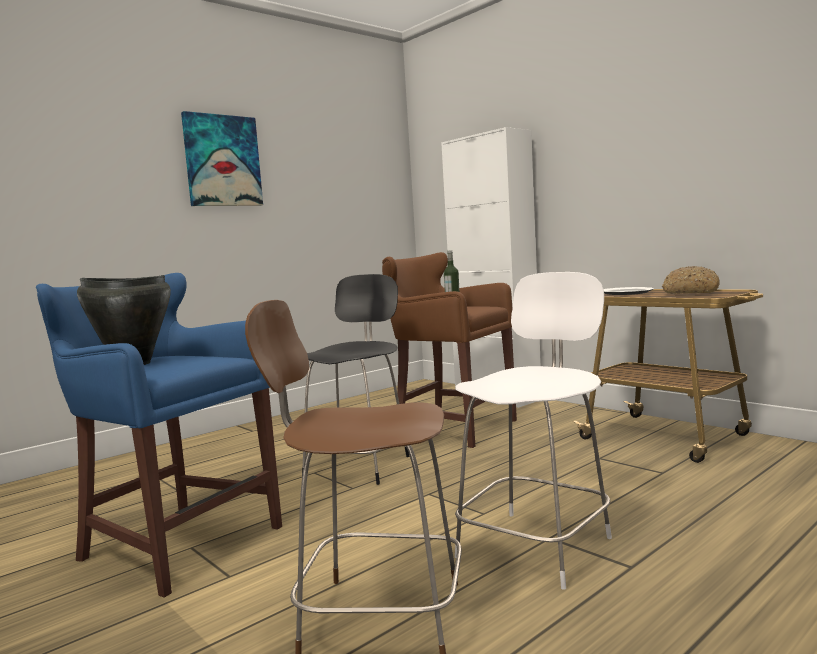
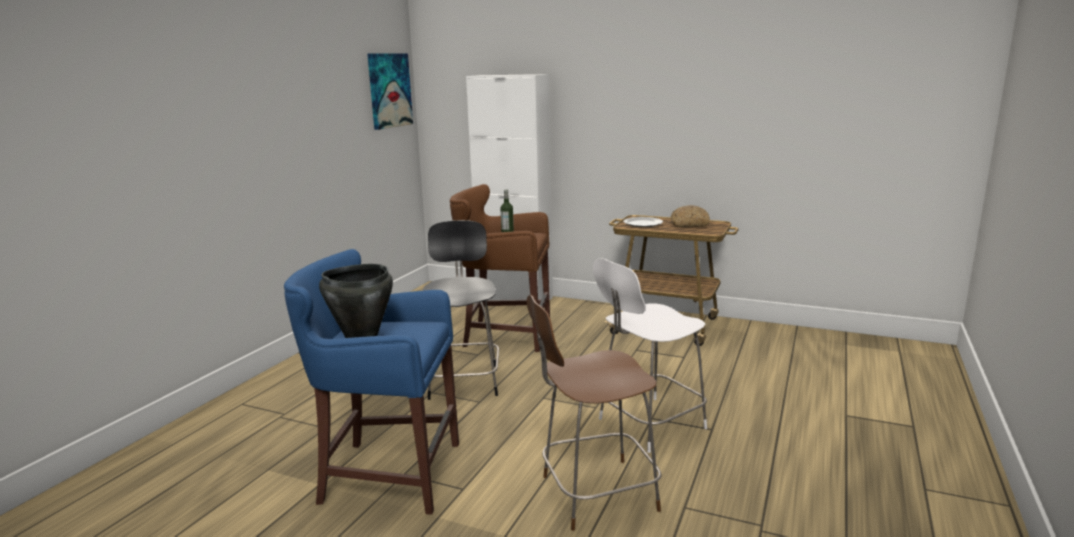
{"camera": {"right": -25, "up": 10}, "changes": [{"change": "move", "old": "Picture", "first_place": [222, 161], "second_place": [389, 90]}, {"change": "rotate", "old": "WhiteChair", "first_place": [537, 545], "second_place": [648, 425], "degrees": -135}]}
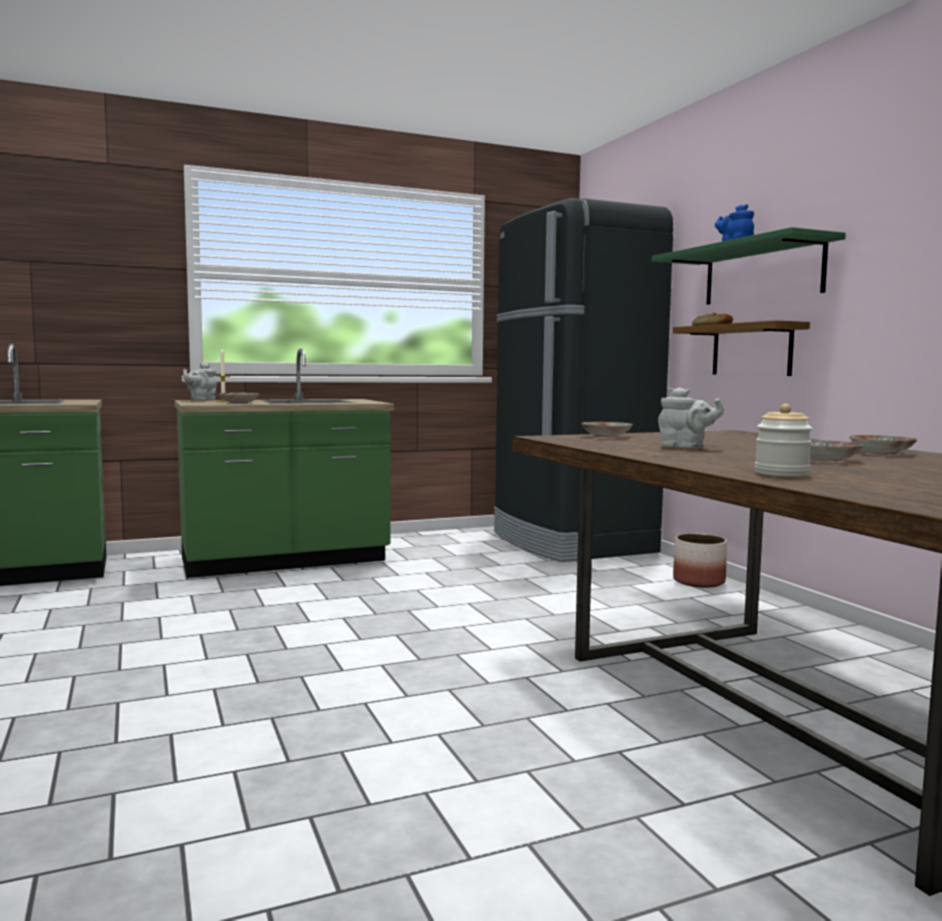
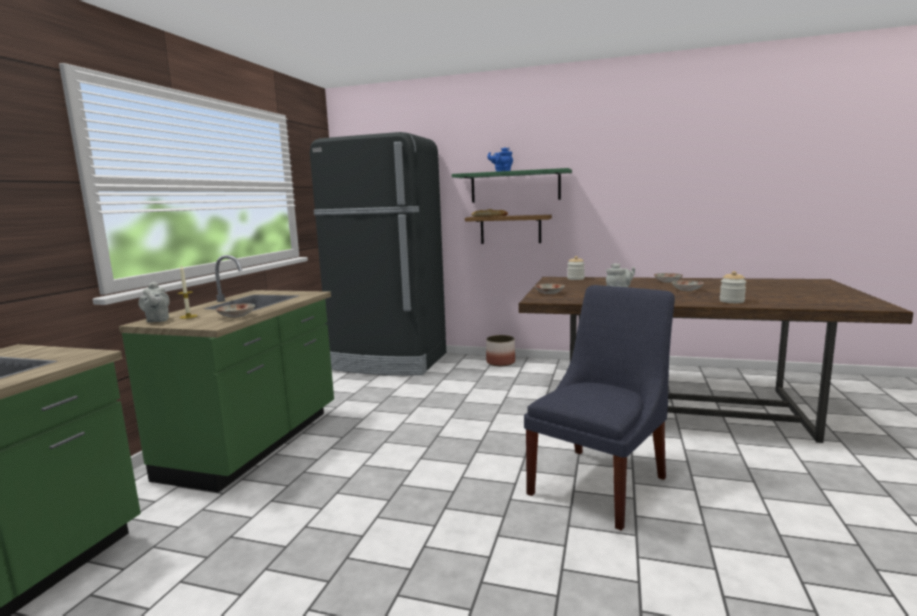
{"camera": {"right": -50, "up": 5}, "changes": [{"change": "insert", "new": "Jar", "second_place": [575, 279]}, {"change": "insert", "new": "BlueChair", "second_place": [601, 482]}]}
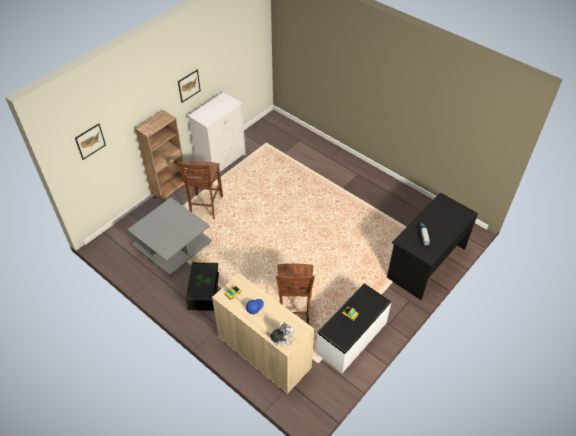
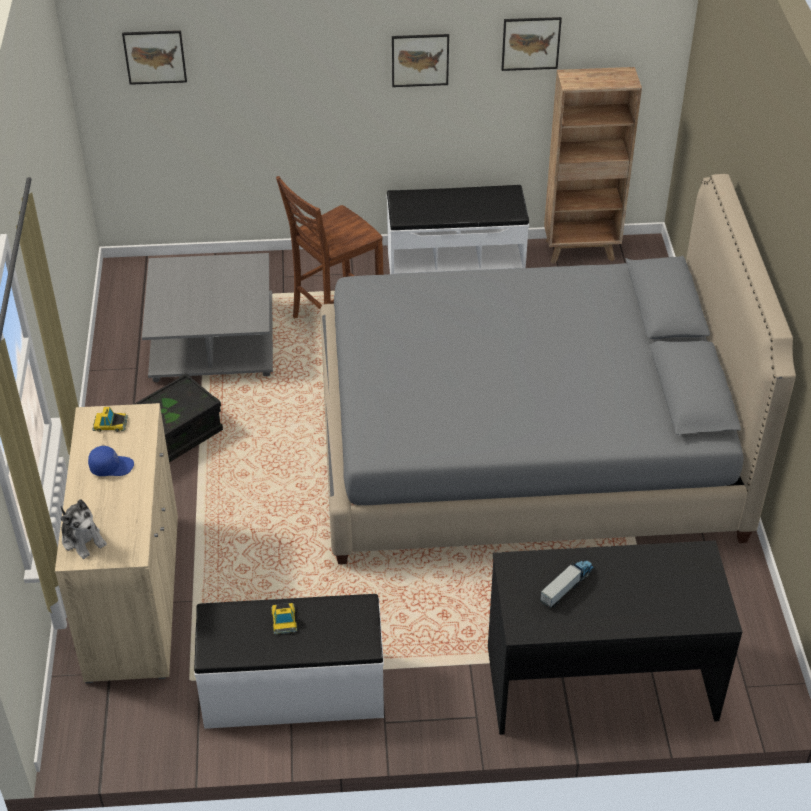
{"camera": {"right": 45, "up": -5}, "changes": [{"change": "replace", "old": "WhiteDresser", "new": "WhiteBench", "first_place": [221, 161], "second_place": [455, 263]}, {"change": "move", "old": "BrownBookcase", "first_place": [170, 193], "second_place": [581, 250]}, {"change": "delete", "old": "BrownChair", "first_place": [294, 312]}, {"change": "insert", "new": "Picture", "second_place": [531, 43]}, {"change": "insert", "new": "GreyBed", "second_place": [525, 447]}]}
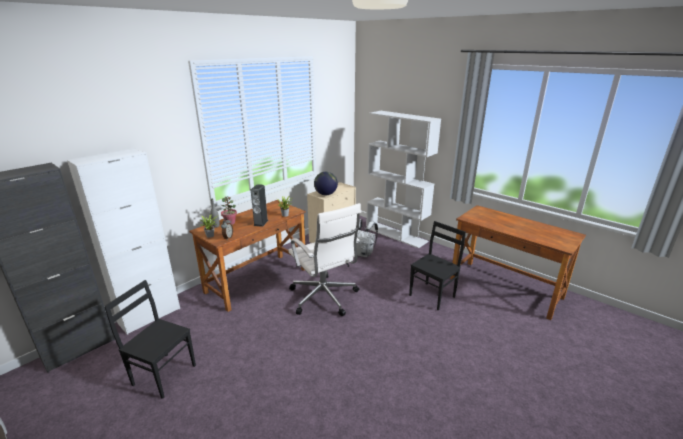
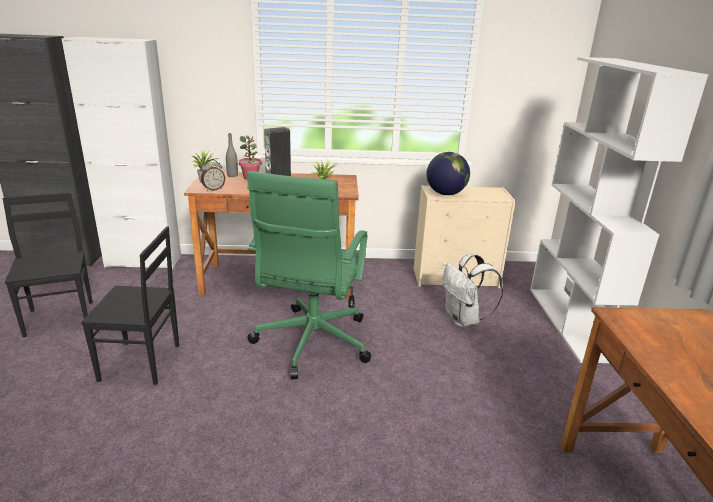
{"camera": {"right": 45, "up": 0}, "changes": [{"change": "recolor", "old": "WhiteOfficeChair", "new": "GreenOfficeChair", "first_place": [324, 298], "second_place": [311, 343]}, {"change": "move", "old": "BlackChair", "first_place": [433, 296], "second_place": [141, 363]}]}
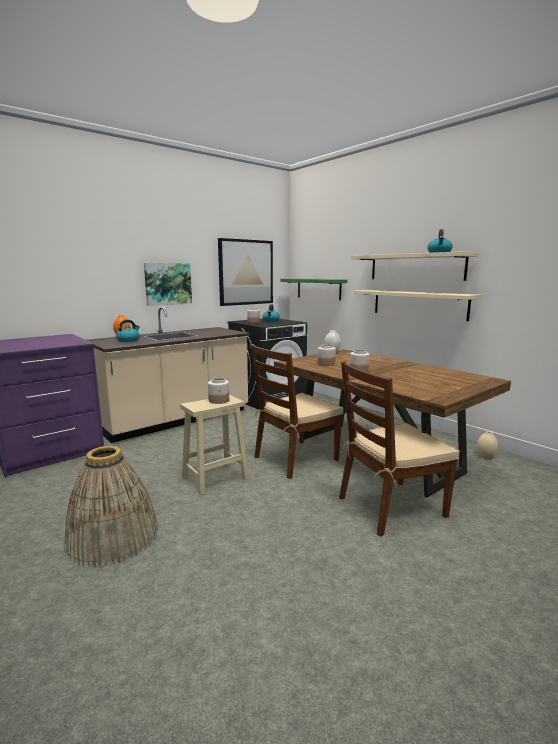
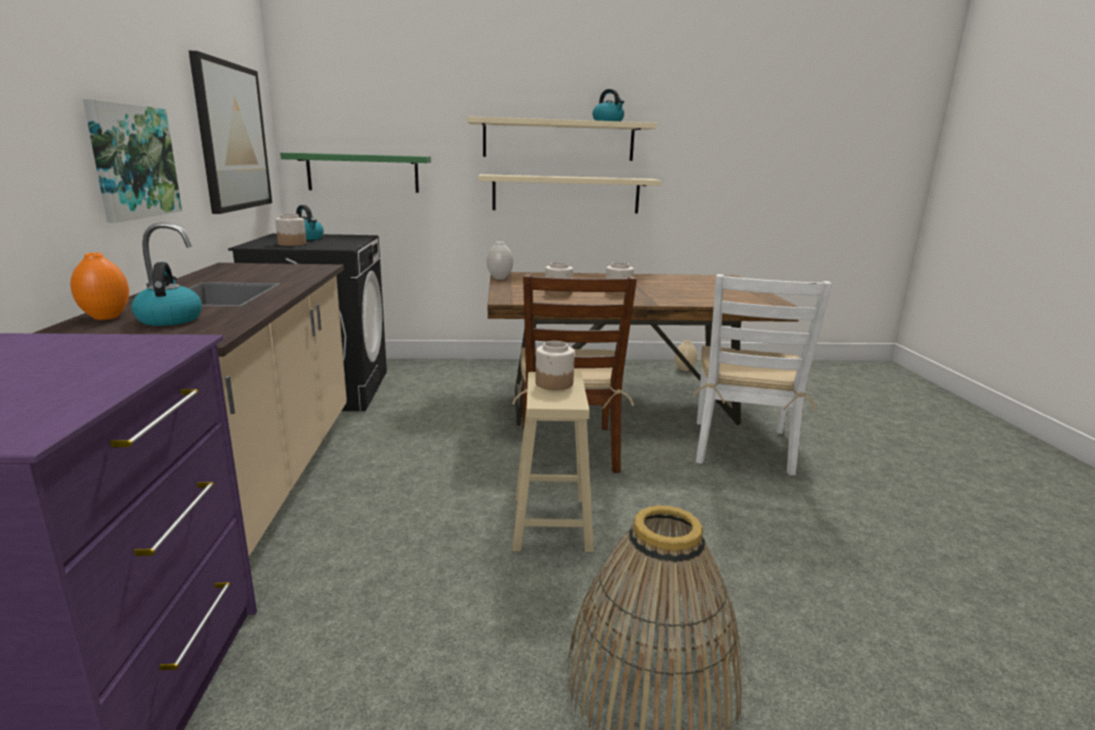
{"camera": {"right": -55, "up": 5}, "changes": [{"change": "recolor", "old": "BrownChair", "new": "WhiteChair", "first_place": [390, 507], "second_place": [741, 447]}]}
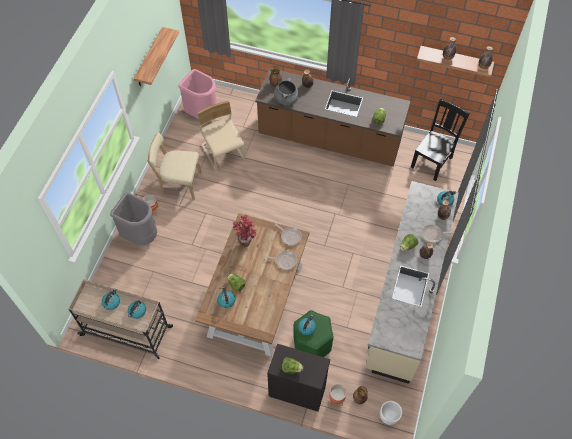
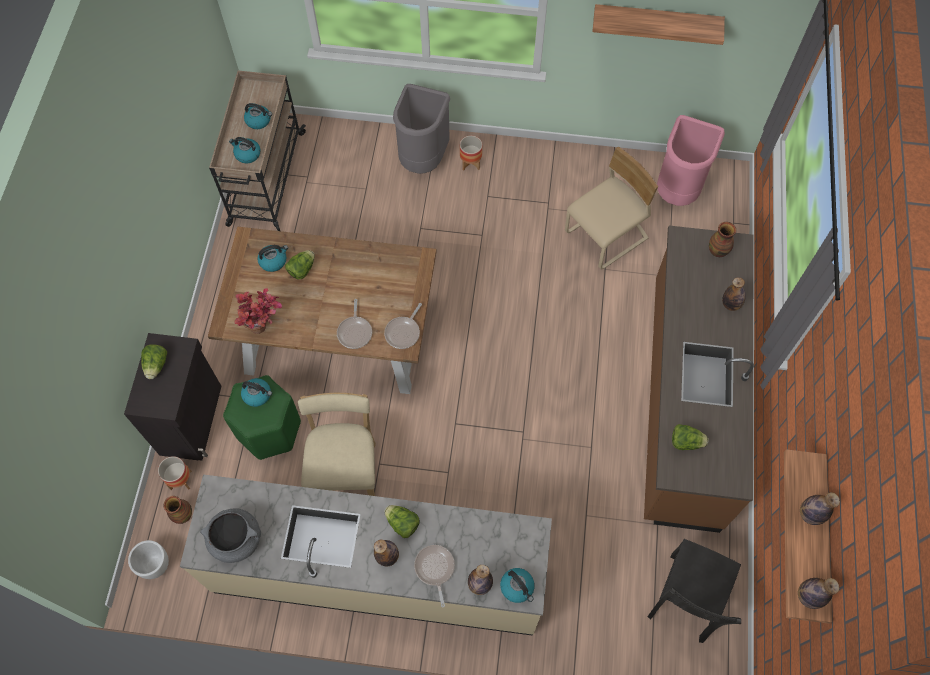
{"camera": {"right": 80, "up": 5}, "changes": [{"change": "move", "old": "GreyCookingPot", "first_place": [286, 99], "second_place": [236, 540]}, {"change": "rotate", "old": "BlackChair", "first_place": [432, 161], "second_place": [685, 600], "degrees": 90}, {"change": "move", "old": "BeigeChair", "first_place": [179, 183], "second_place": [346, 470]}, {"change": "move", "old": "PottedPlant", "first_place": [246, 240], "second_place": [264, 327]}]}
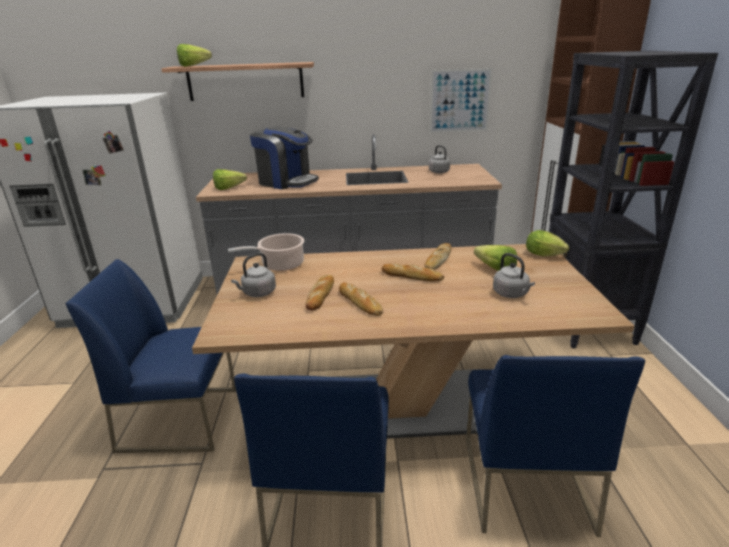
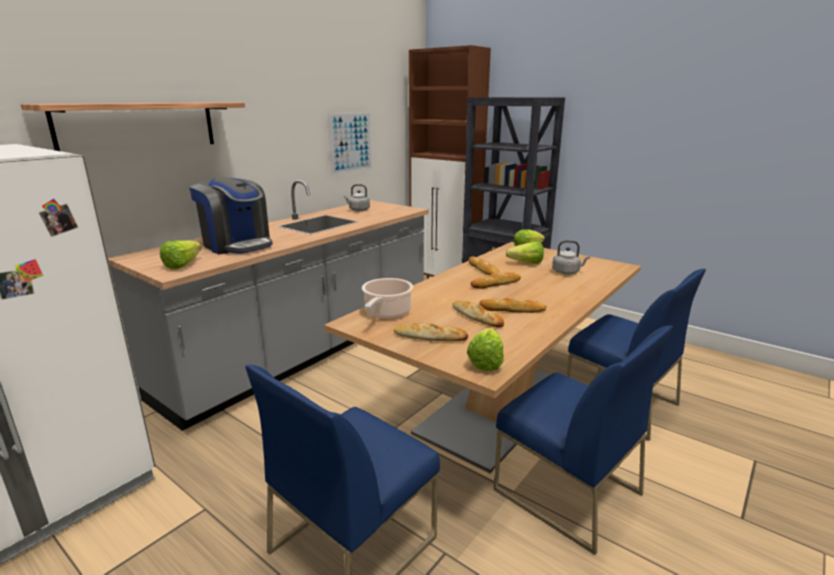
{"camera": {"right": -50, "up": -5}, "changes": [{"change": "move", "old": "Lettuce", "first_place": [196, 66], "second_place": [488, 360]}, {"change": "rotate", "old": "CoffeeMachine", "first_place": [286, 182], "second_place": [237, 245], "degrees": 60}, {"change": "replace", "old": "GreyKettle", "new": "Bread", "first_place": [257, 293], "second_place": [430, 337]}]}
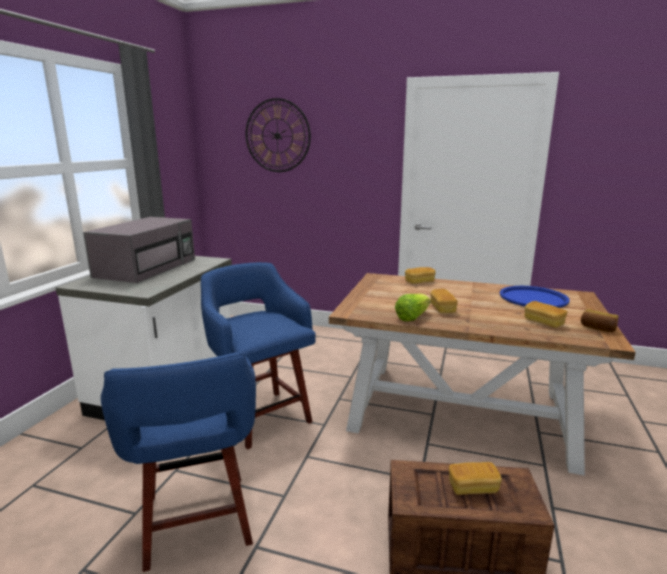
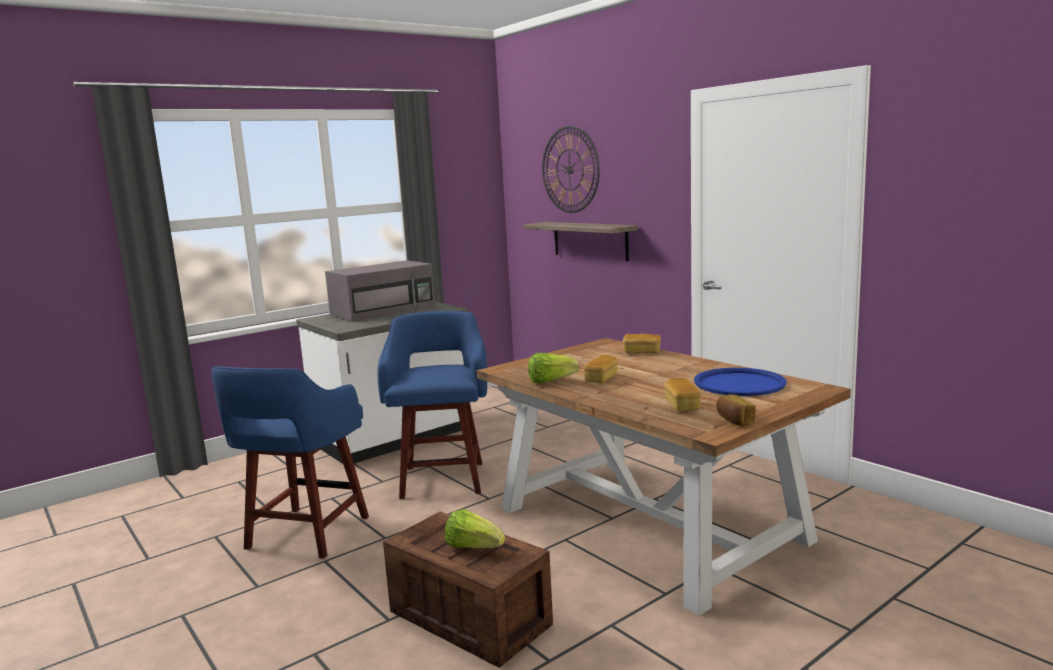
{"camera": {"right": 35, "up": -5}, "changes": [{"change": "replace", "old": "Bread", "new": "Lettuce", "first_place": [473, 487], "second_place": [473, 547]}, {"change": "insert", "new": "Shelf", "second_place": [590, 240]}]}
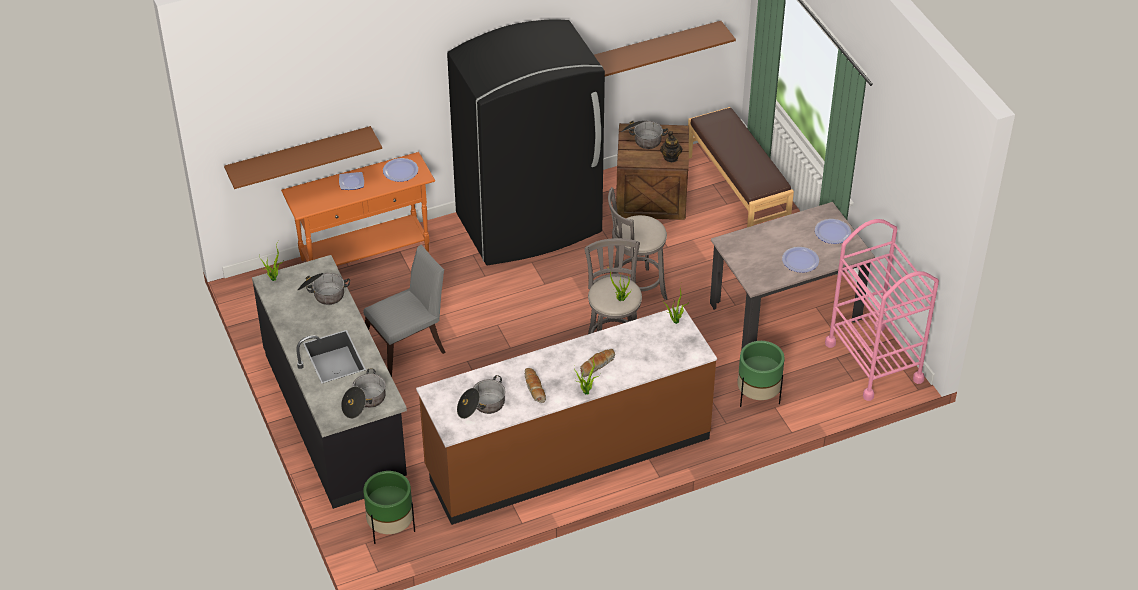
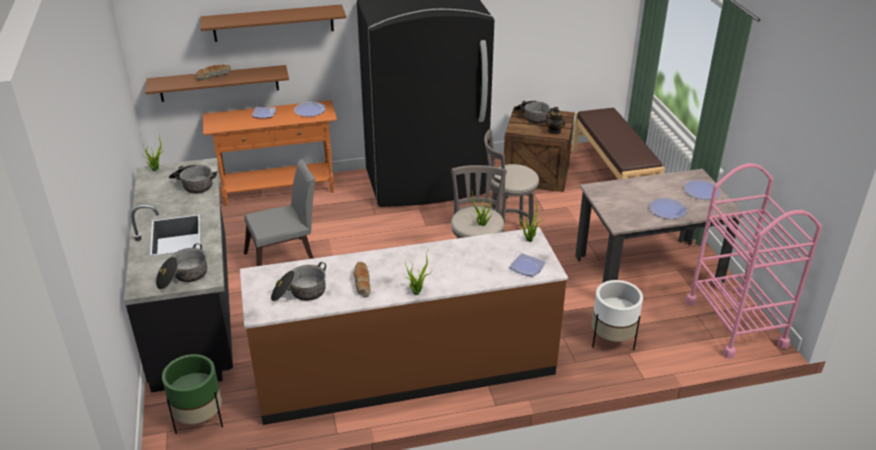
{"camera": {"right": 10, "up": -10}, "changes": [{"change": "move", "old": "BrownShelf", "first_place": [655, 49], "second_place": [273, 23]}, {"change": "recolor", "old": "GreenPlanter", "new": "WhitePlanter", "first_place": [758, 396], "second_place": [612, 341]}, {"change": "move", "old": "Bread", "first_place": [597, 365], "second_place": [213, 75]}, {"change": "insert", "new": "Plate", "second_place": [527, 267]}]}
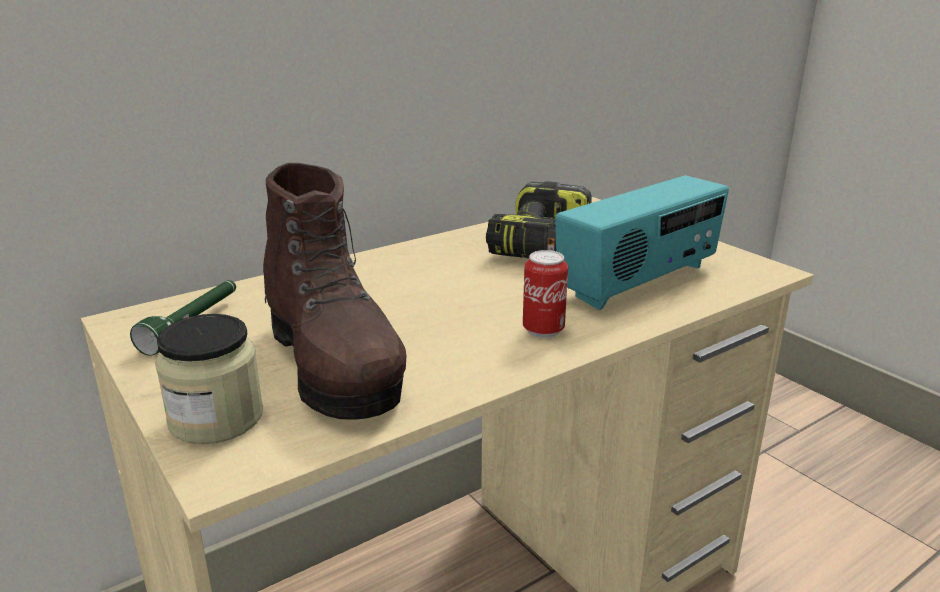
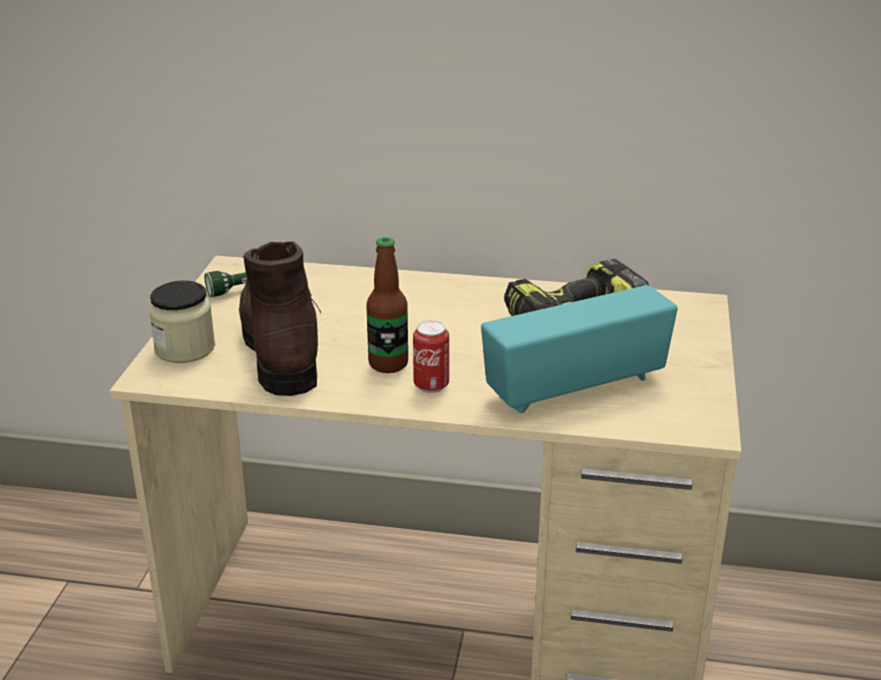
{"camera": {"right": 45, "up": 5}, "changes": [{"change": "rotate", "old": "BrownBoot", "first_place": [334, 365], "second_place": [281, 347], "degrees": 150}, {"change": "rotate", "old": "Radio", "first_place": [640, 282], "second_place": [574, 386], "degrees": 150}, {"change": "insert", "new": "Bottle", "second_place": [388, 364]}]}
